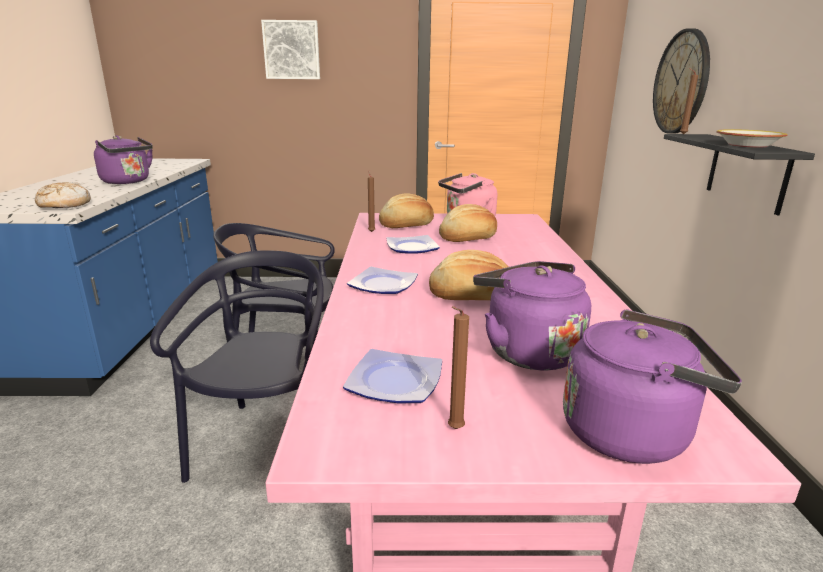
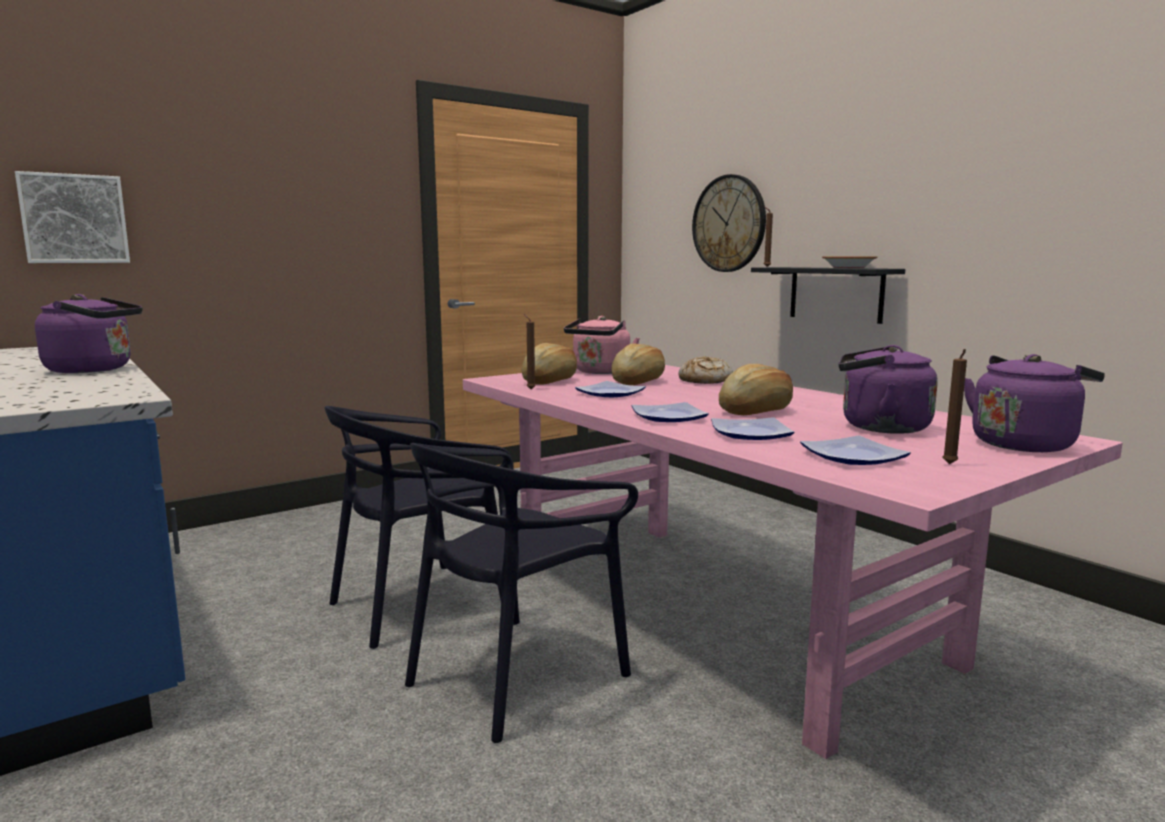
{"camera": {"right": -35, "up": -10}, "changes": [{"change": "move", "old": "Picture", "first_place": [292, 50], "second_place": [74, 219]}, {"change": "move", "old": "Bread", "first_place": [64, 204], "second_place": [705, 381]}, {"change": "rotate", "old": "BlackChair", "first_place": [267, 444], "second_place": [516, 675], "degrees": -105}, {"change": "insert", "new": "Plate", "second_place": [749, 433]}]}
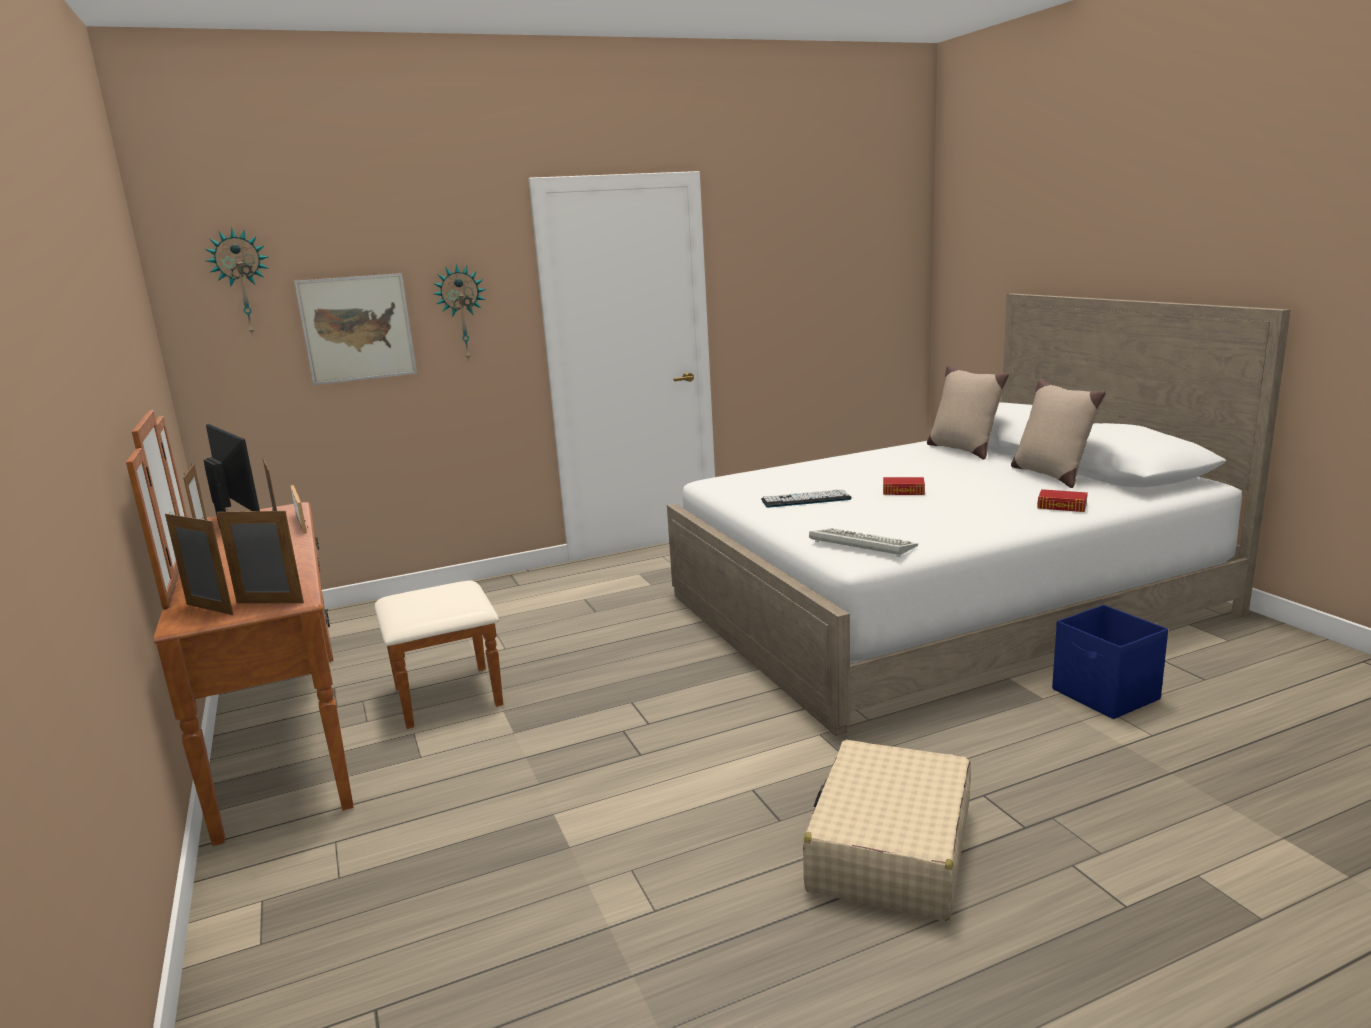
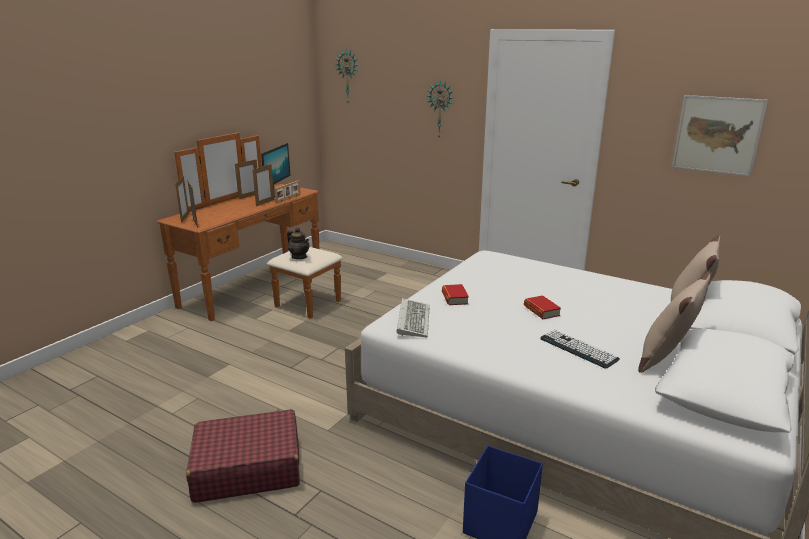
{"camera": {"right": 55, "up": 5}, "changes": [{"change": "move", "old": "Picture", "first_place": [357, 328], "second_place": [717, 135]}, {"change": "move", "old": "Keyboard", "first_place": [806, 500], "second_place": [578, 349]}, {"change": "move", "old": "Book", "first_place": [1062, 506], "second_place": [454, 298]}, {"change": "recolor", "old": "BeigeSuitcase", "new": "RedSuitcase", "first_place": [889, 850], "second_place": [247, 468]}, {"change": "insert", "new": "Teapot", "second_place": [299, 257]}]}
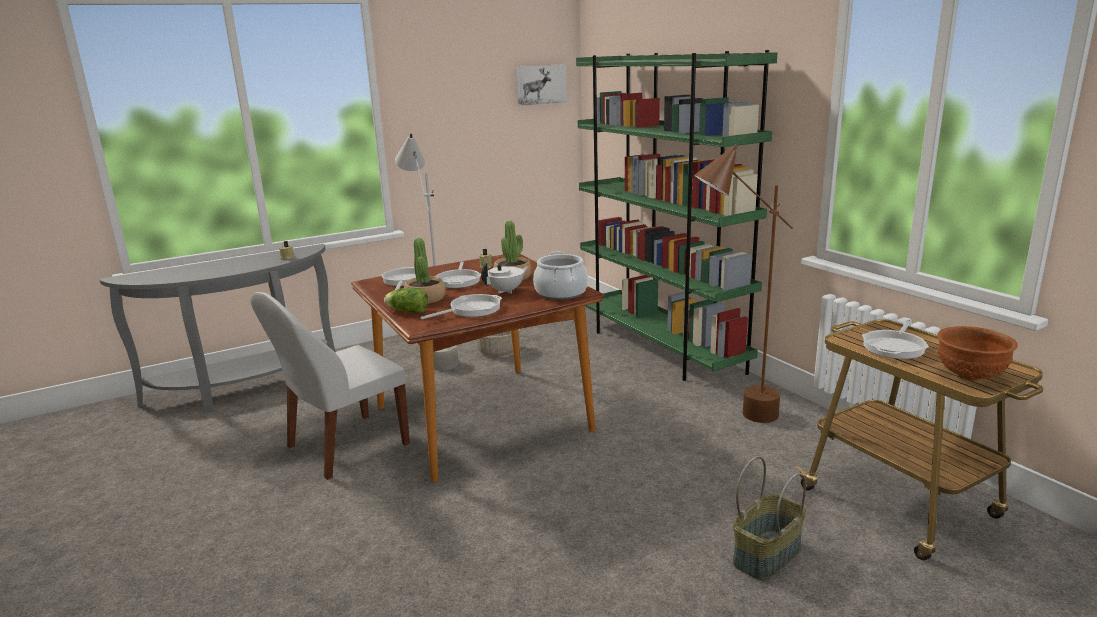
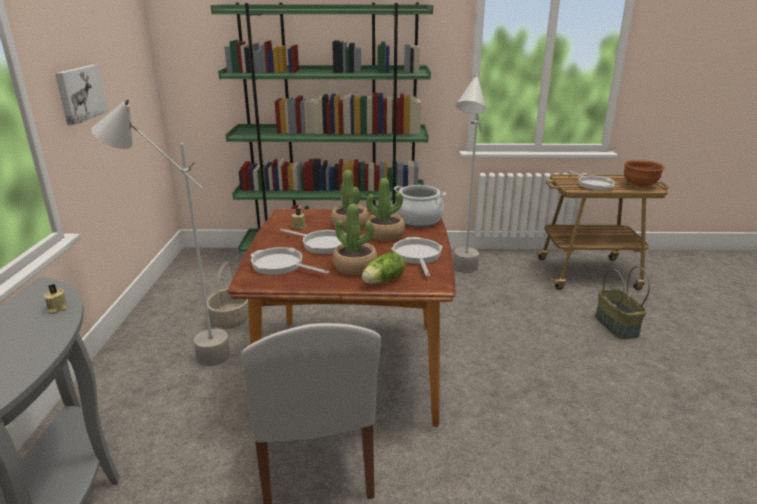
{"camera": {"right": -60, "up": 5}, "changes": [{"change": "move", "old": "Picture", "first_place": [540, 84], "second_place": [80, 93]}, {"change": "recolor", "old": "BrownFloorLamp", "new": "GreyFloorLamp", "first_place": [733, 419], "second_place": [462, 276]}, {"change": "replace", "old": "WhiteTeapot", "new": "PottedPlant", "first_place": [506, 291], "second_place": [385, 234]}]}
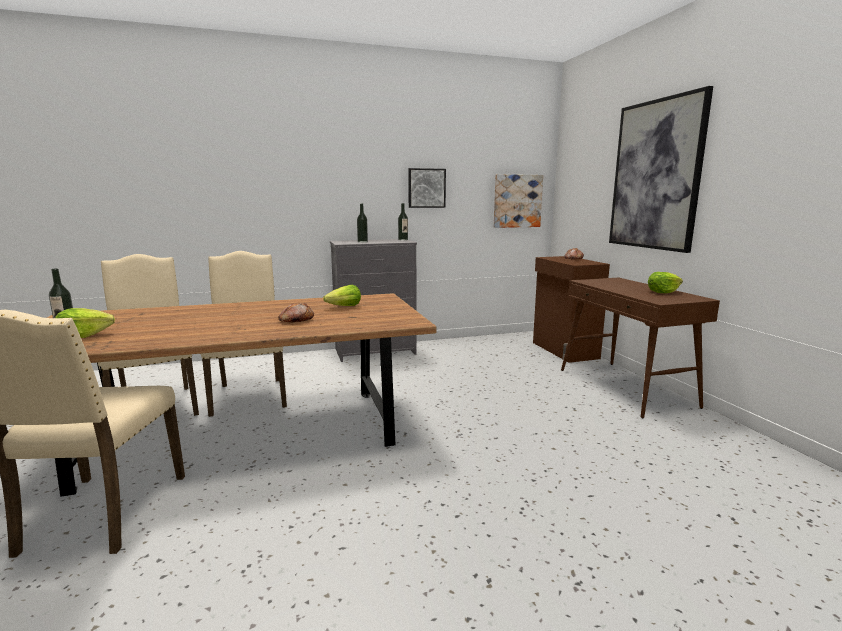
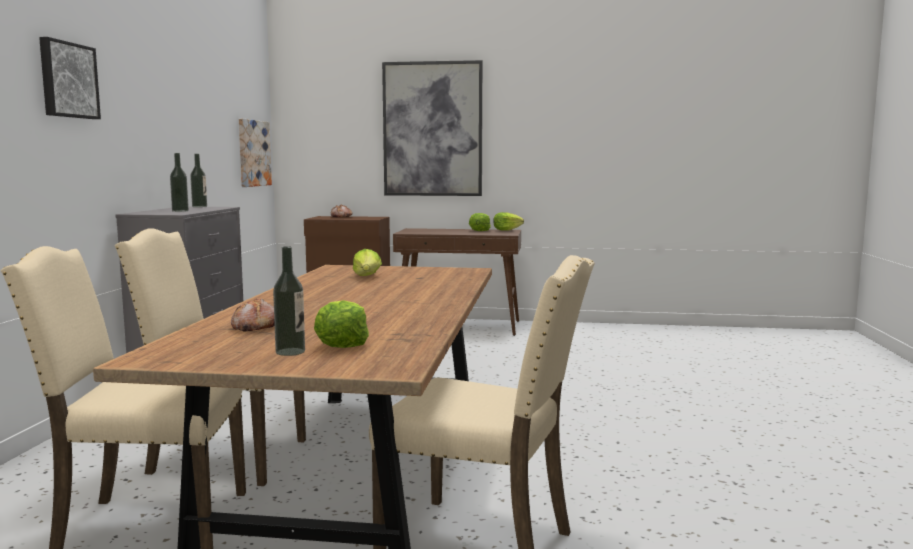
{"camera": {"right": -65, "up": -5}, "changes": [{"change": "move", "old": "Picture", "first_place": [426, 188], "second_place": [67, 80]}, {"change": "move", "old": "Bread", "first_place": [296, 320], "second_place": [254, 327]}, {"change": "insert", "new": "Lettuce", "second_place": [506, 230]}]}
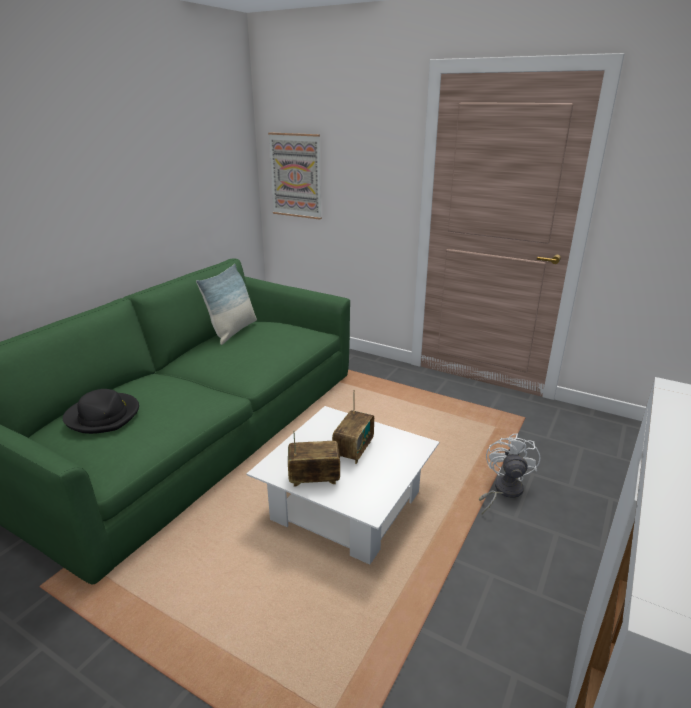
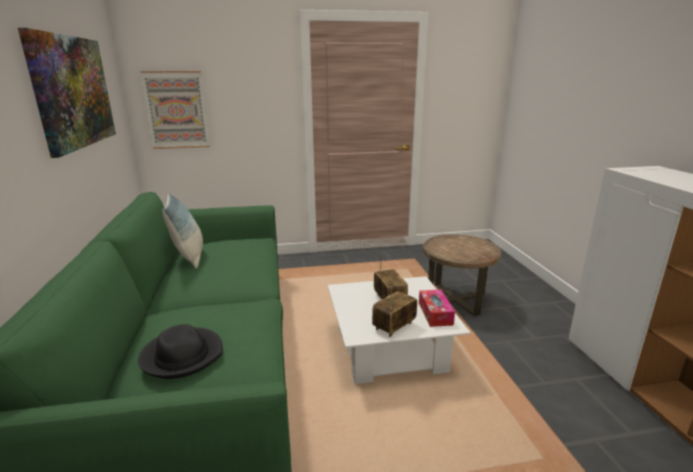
{"camera": {"right": -40, "up": -5}, "changes": [{"change": "replace", "old": "WhiteFan", "new": "BrownSideTable", "first_place": [503, 491], "second_place": [456, 299]}, {"change": "insert", "new": "Picture", "second_place": [73, 92]}, {"change": "insert", "new": "TissueBox", "second_place": [435, 313]}]}
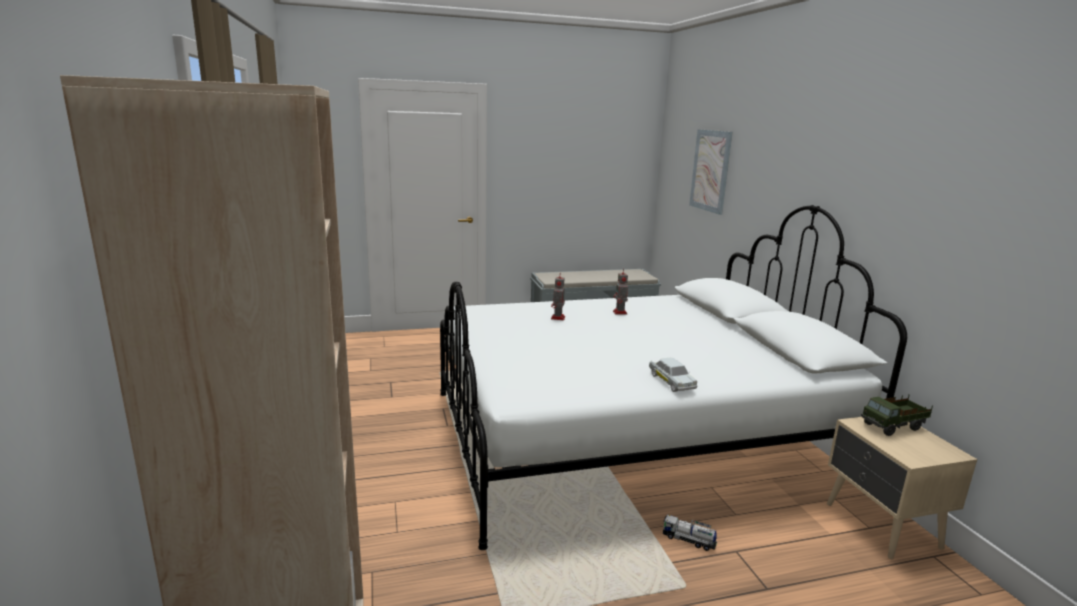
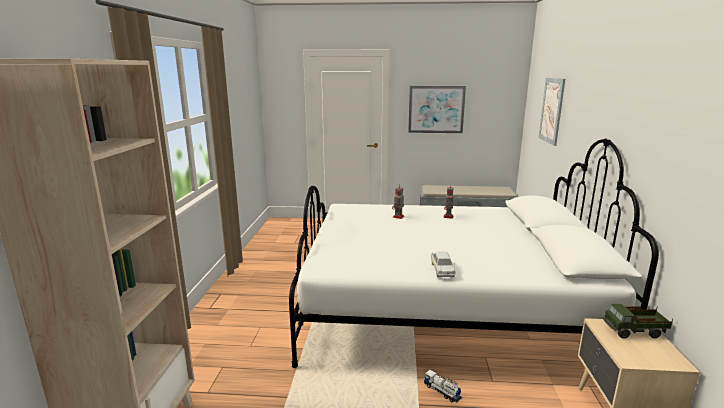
{"camera": {"right": 20, "up": 0}, "changes": [{"change": "insert", "new": "Picture", "second_place": [436, 109]}]}
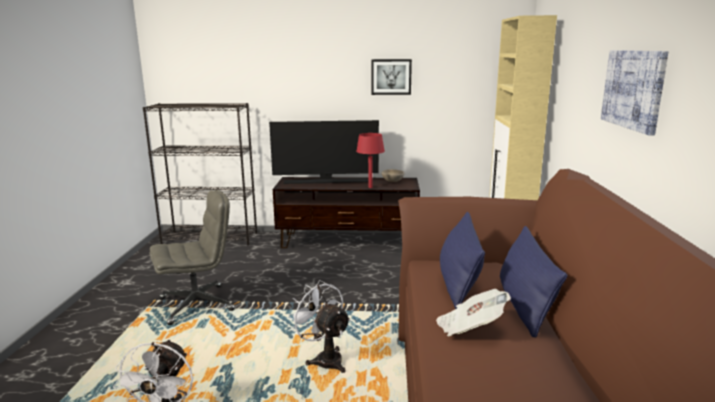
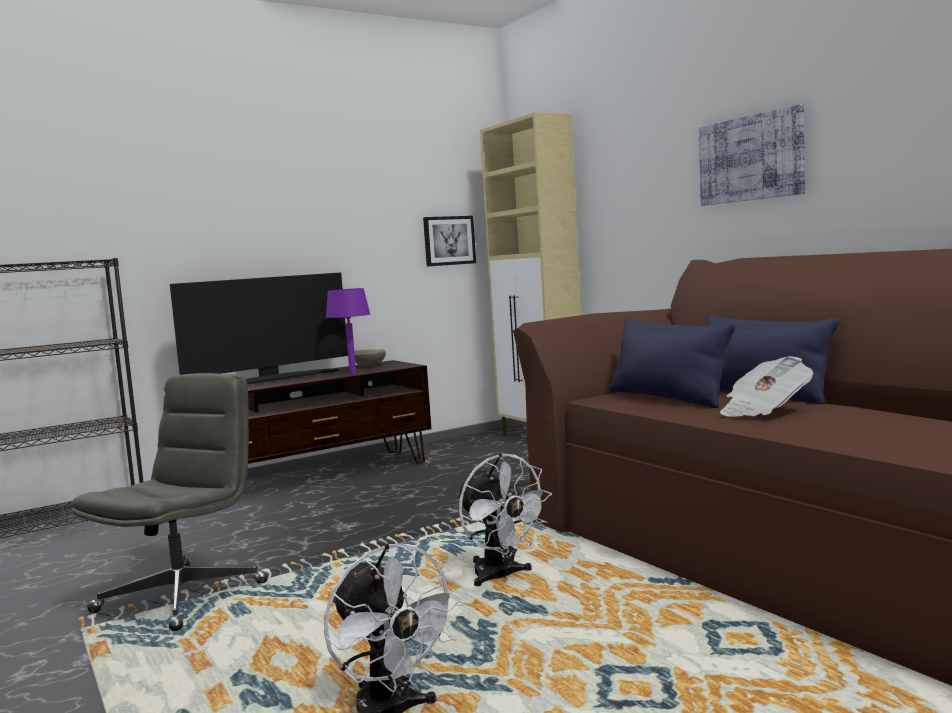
{"camera": {"right": -35, "up": -10}, "changes": [{"change": "move", "old": "Picture", "first_place": [391, 77], "second_place": [449, 240]}, {"change": "recolor", "old": "RedTableLamp", "new": "PurpleTableLamp", "first_place": [370, 187], "second_place": [352, 373]}, {"change": "rotate", "old": "WhiteFan", "first_place": [324, 359], "second_place": [501, 577], "degrees": -135}]}
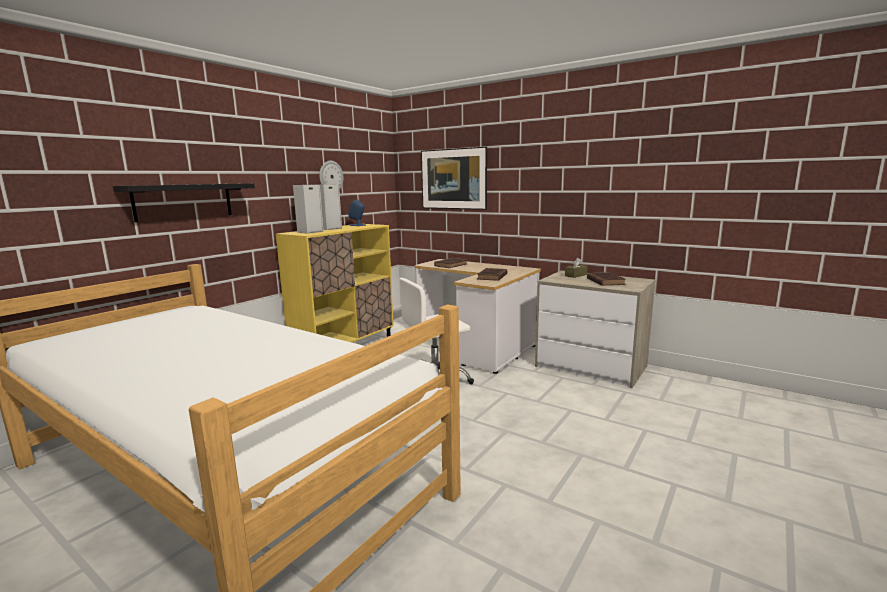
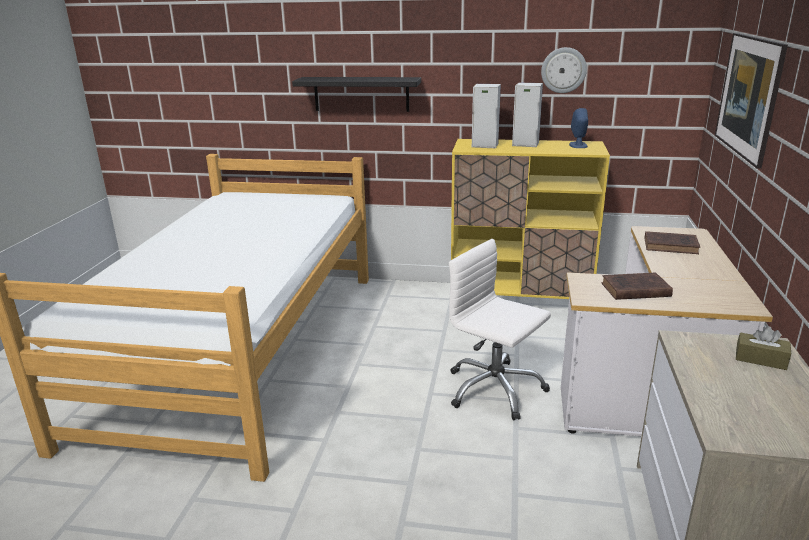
{"camera": {"right": 65, "up": 10}, "changes": [{"change": "delete", "old": "BrownBook", "first_place": [605, 281]}]}
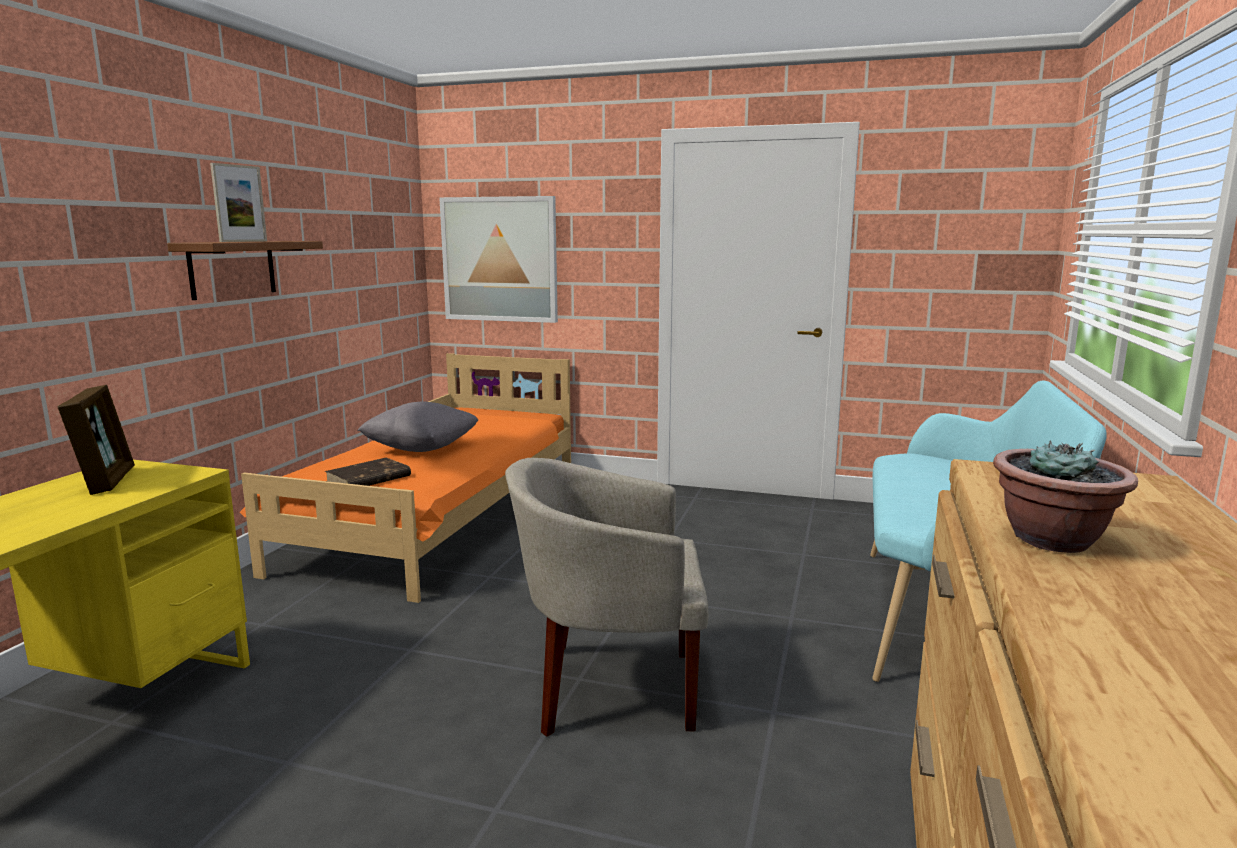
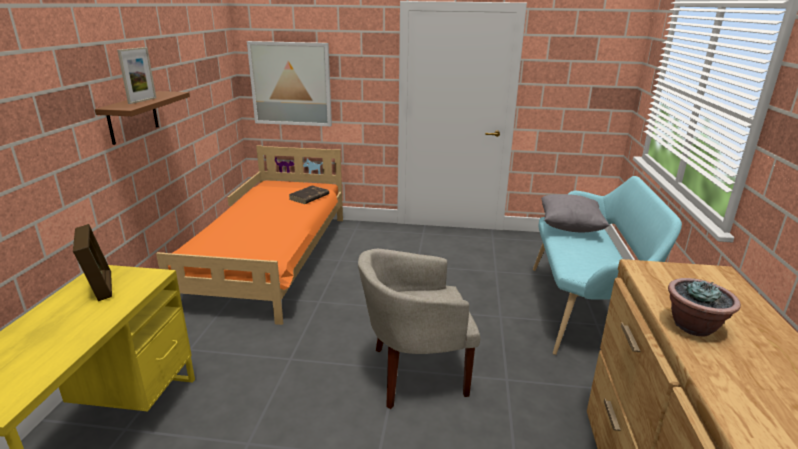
{"camera": {"right": -10, "up": 10}, "changes": [{"change": "move", "old": "GreyPillow", "first_place": [421, 448], "second_place": [570, 227]}, {"change": "move", "old": "BrownBook", "first_place": [368, 479], "second_place": [309, 197]}]}
